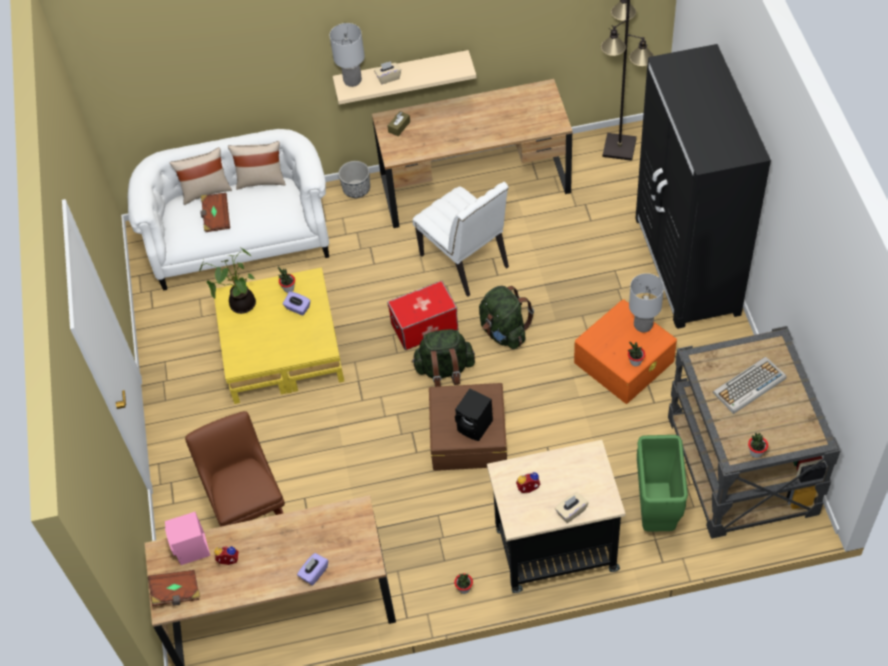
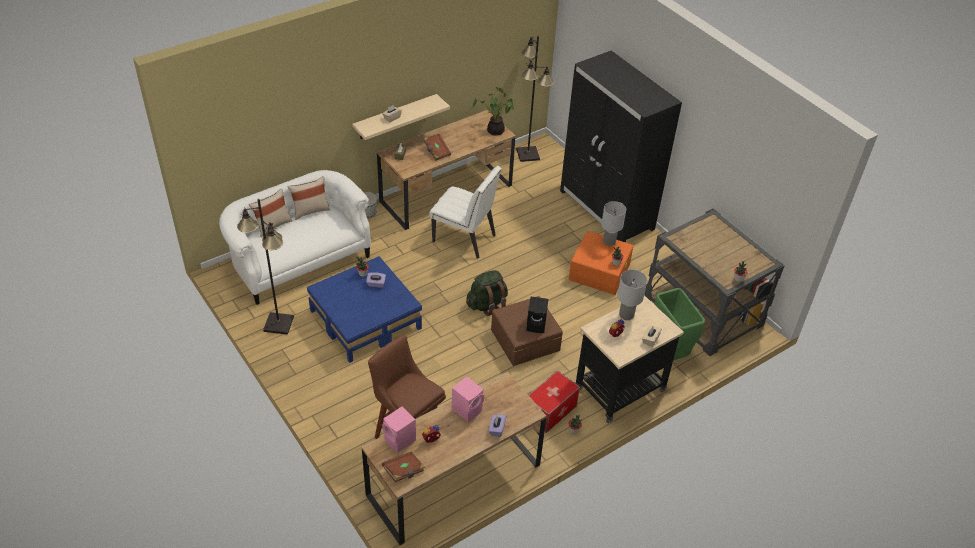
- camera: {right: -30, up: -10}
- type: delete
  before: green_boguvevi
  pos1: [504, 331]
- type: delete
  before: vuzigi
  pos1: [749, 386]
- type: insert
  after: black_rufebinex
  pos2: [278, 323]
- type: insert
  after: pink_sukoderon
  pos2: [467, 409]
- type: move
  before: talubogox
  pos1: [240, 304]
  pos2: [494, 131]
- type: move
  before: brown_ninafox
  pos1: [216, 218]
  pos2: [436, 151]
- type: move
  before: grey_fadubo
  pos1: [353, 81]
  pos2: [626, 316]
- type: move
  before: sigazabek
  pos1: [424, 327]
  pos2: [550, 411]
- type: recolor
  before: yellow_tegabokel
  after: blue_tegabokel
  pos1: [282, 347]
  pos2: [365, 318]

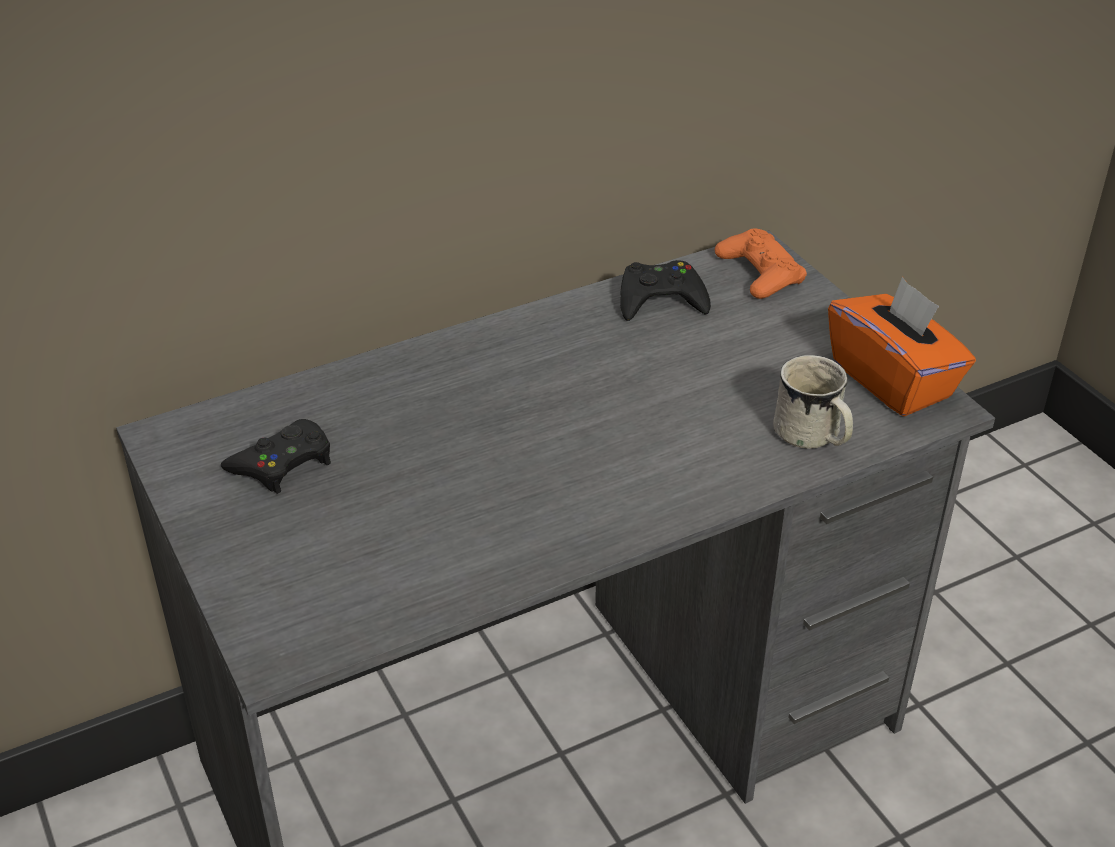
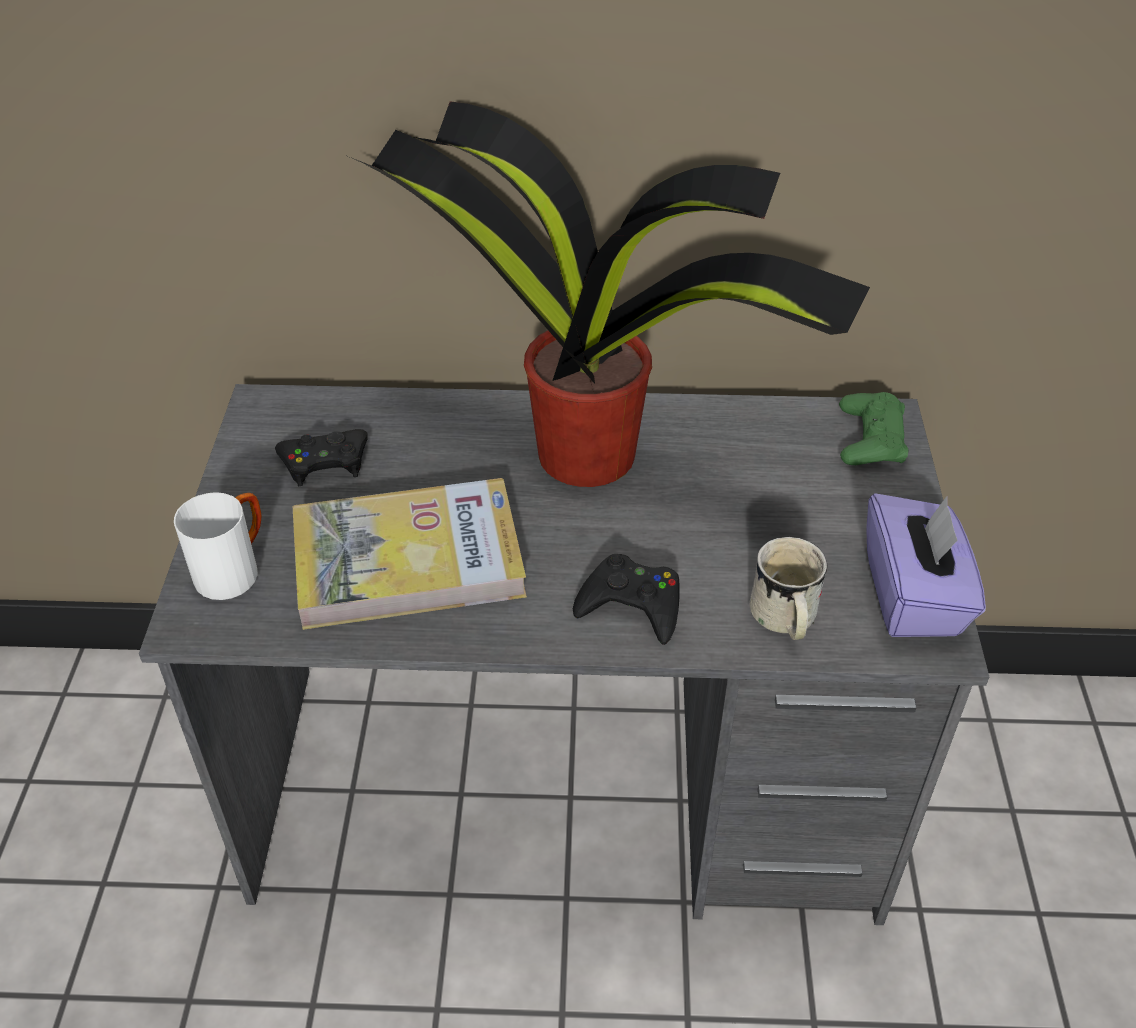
- camera: {right: 30, up: 5}
- type: insert
  after: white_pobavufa
  pos2: [235, 569]
- type: insert
  after: ninafox
  pos2: [408, 560]
- type: insert
  after: talubogox
  pos2: [592, 456]
- type: move
  before: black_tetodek
  pos1: [660, 300]
  pos2: [632, 605]
- type: recolor
  before: orange_tetodek
  after: green_tetodek
  pos1: [759, 272]
  pos2: [870, 438]
- type: recolor
  before: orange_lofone
  after: purple_lofone
  pos1: [893, 380]
  pos2: [913, 595]

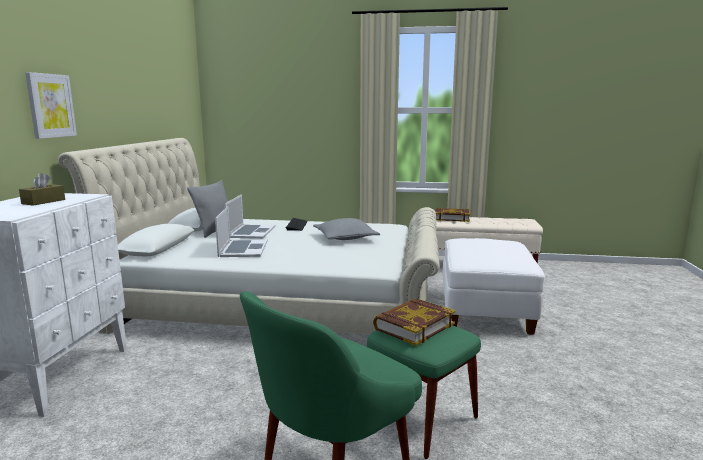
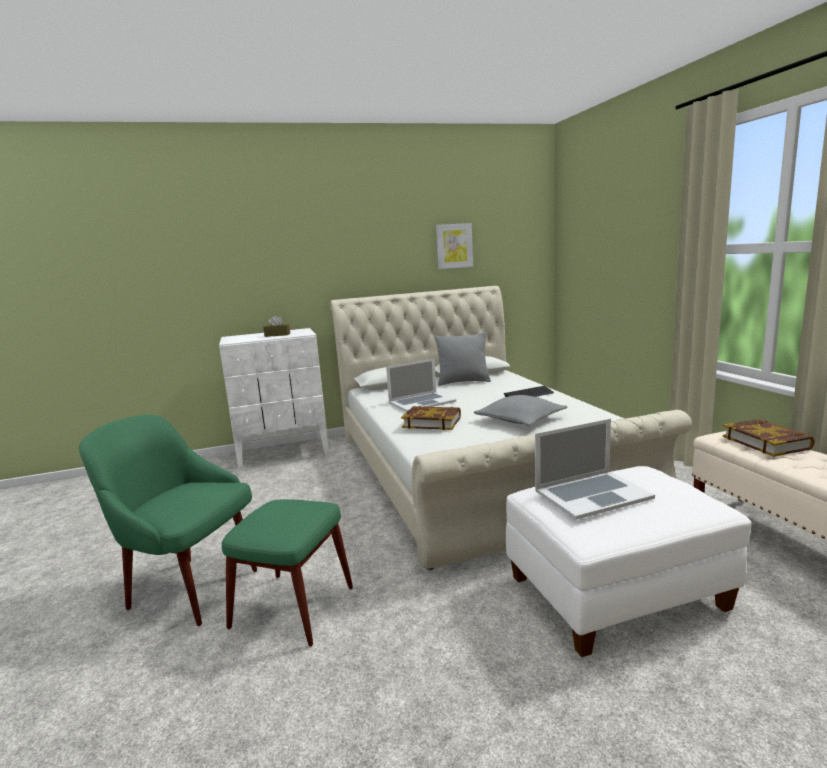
- camera: {right: 65, up: 0}
- type: move
  before: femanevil
  pos1: [50, 105]
  pos2: [454, 246]
- type: move
  before: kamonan
  pos1: [251, 232]
  pos2: [592, 494]
- type: move
  before: ninafox
  pos1: [414, 326]
  pos2: [432, 422]

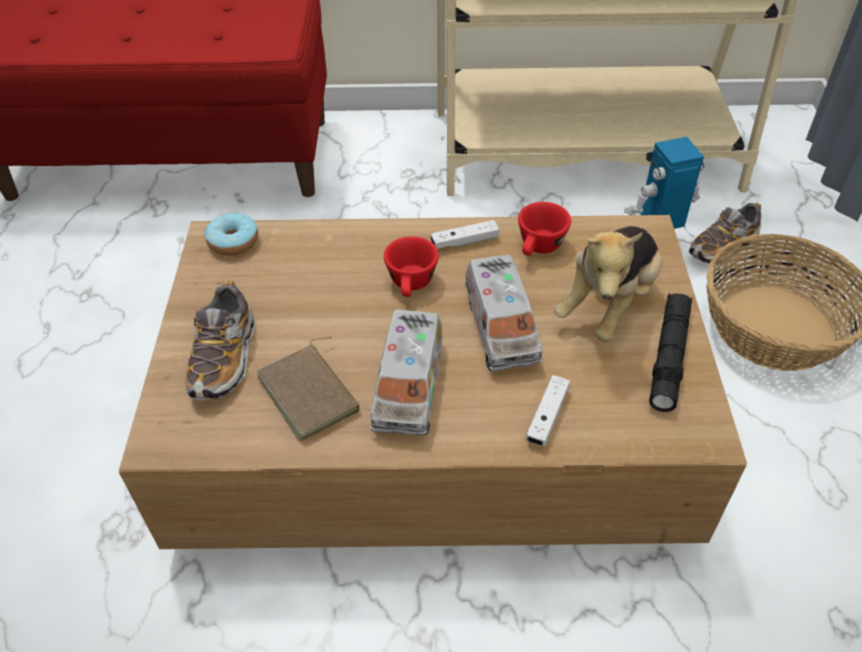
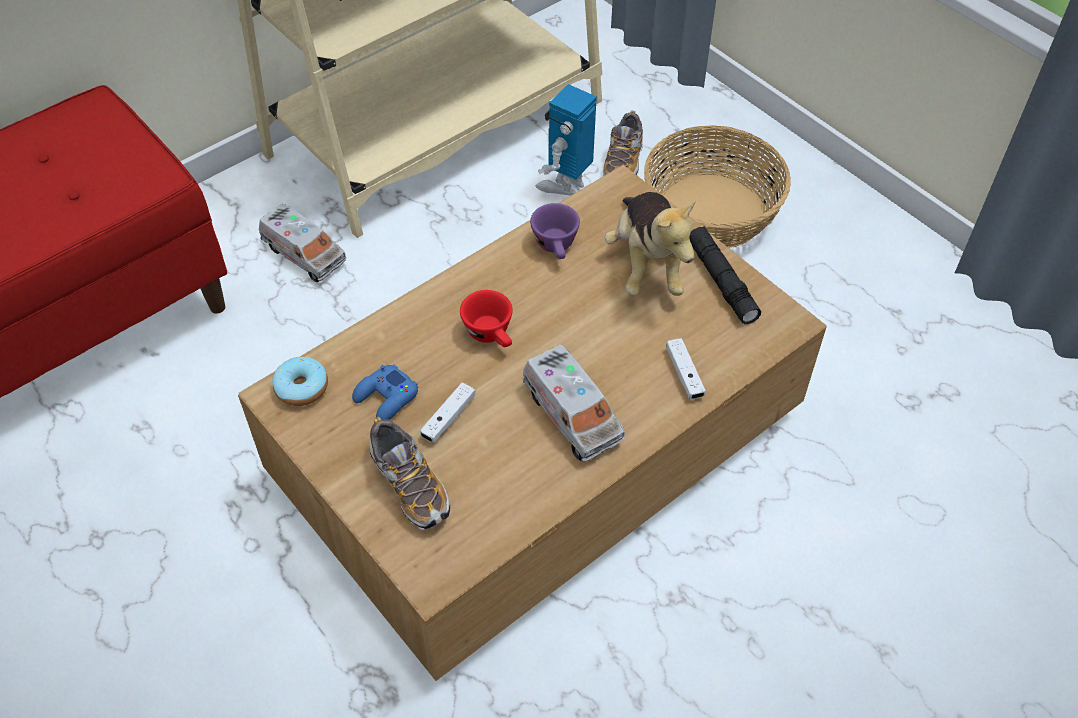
- camera: {right: -40, up: 5}
- type: delete
  before: brown_ninafox
  pos1: [311, 393]
- type: insert
  after: blue_tetodek
  pos2: [386, 398]
- type: move
  before: white_tetodek
  pos1: [464, 241]
  pos2: [448, 418]
- type: move
  before: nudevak
  pos1: [501, 328]
  pos2: [304, 254]
- type: recolor
  before: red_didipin
  after: purple_didipin
  pos1: [539, 248]
  pos2: [556, 247]

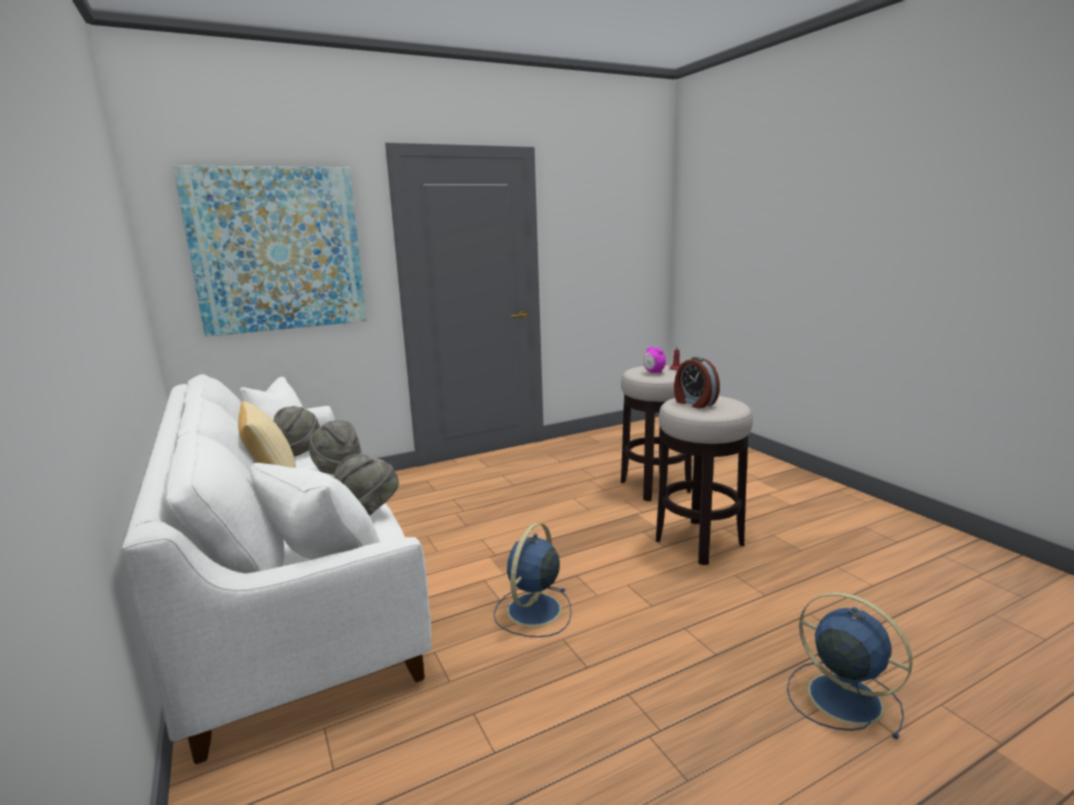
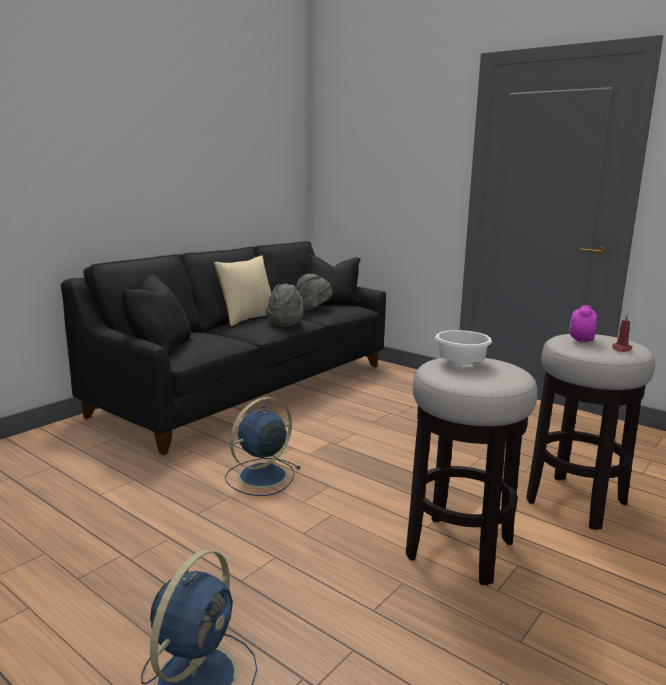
- camera: {right: 65, up: 0}
- type: delete
  before: femanevil
  pos1: [278, 250]
- type: delete
  before: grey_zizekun
  pos1: [368, 511]
- type: replace
  before: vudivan
  after: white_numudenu
  pos1: [694, 403]
  pos2: [462, 363]
- type: recolor
  before: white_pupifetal
  after: black_pupifetal
  pos1: [290, 581]
  pos2: [249, 389]
- type: rotate
  before: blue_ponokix
  pos1: [533, 611]
  pos2: [260, 476]
  turn: -45

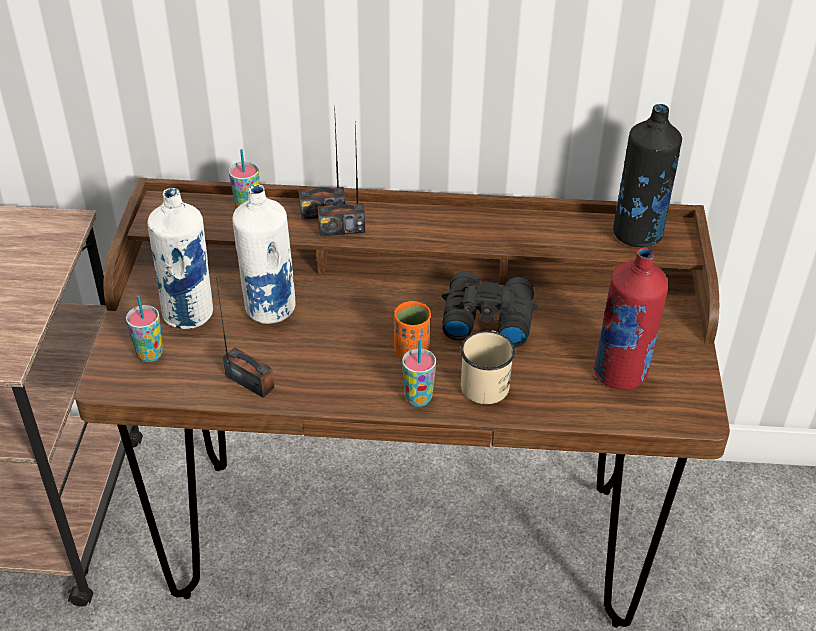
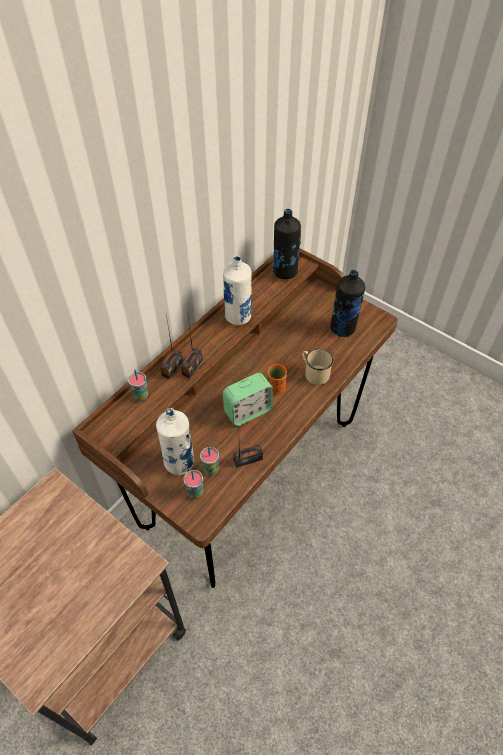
- camera: {right: -55, up: 10}
- type: delete
  before: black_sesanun
  pos1: [486, 317]
- type: insert
  after: vudivan
  pos2: [248, 411]
- type: move
  before: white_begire
  pos1: [269, 309]
  pos2: [238, 317]
- type: move
  before: didipin
  pos1: [418, 398]
  pos2: [211, 470]
- type: recolor
  before: red_begire
  after: black_begire
  pos1: [620, 374]
  pos2: [343, 328]

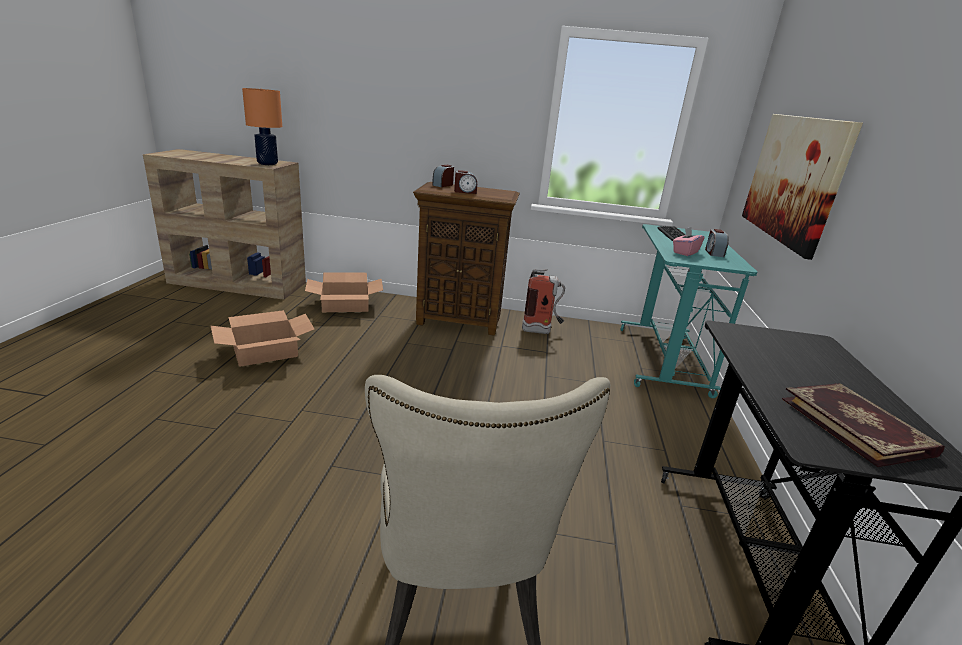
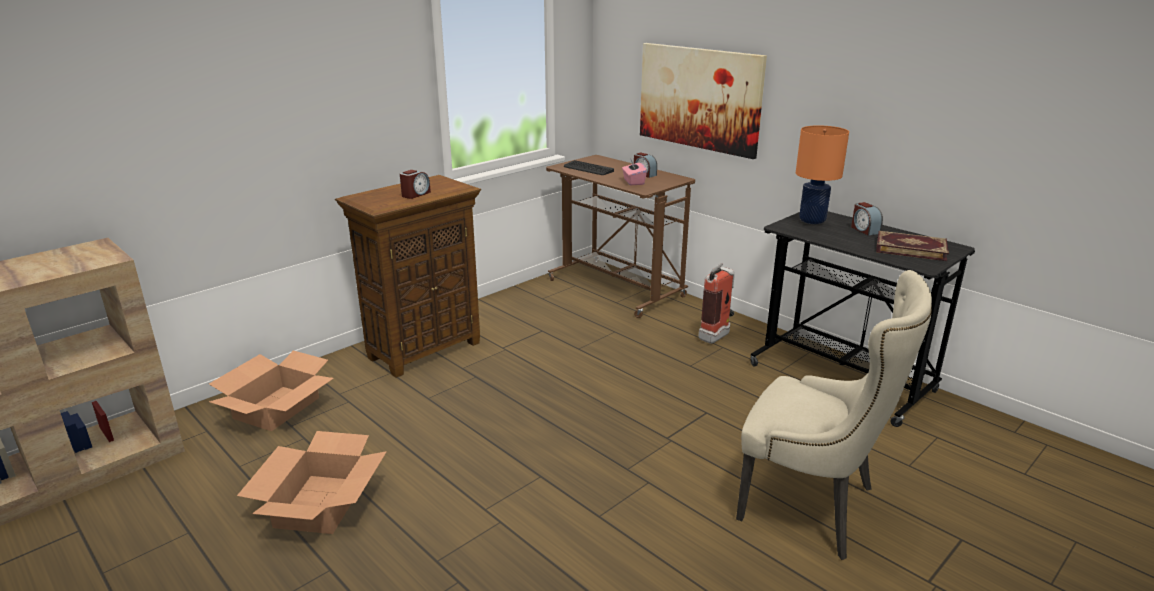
- camera: {right: -50, up: 0}
- type: move
  before: orange_fadubo
  pos1: [268, 164]
  pos2: [812, 222]
- type: move
  before: vudivan
  pos1: [443, 185]
  pos2: [864, 230]
- type: move
  before: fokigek
  pos1: [541, 331]
  pos2: [717, 334]
- type: recolor
  before: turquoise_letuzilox
  after: brown_letuzilox
  pos1: [662, 360]
  pos2: [616, 288]

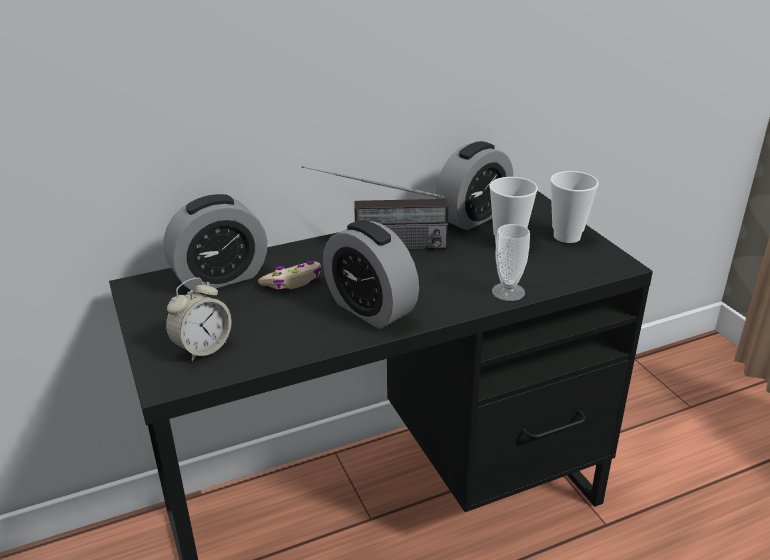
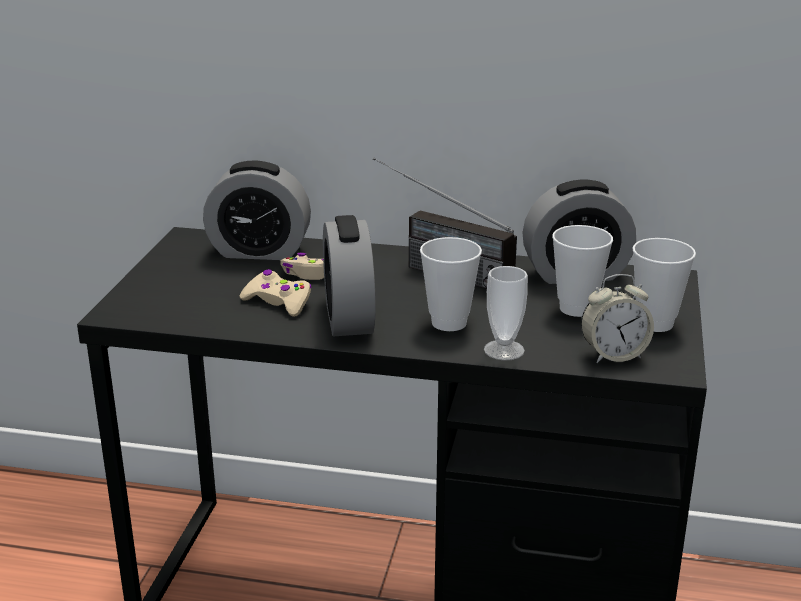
- camera: {right: 35, up: -5}
- type: insert
  after: beige_tetodek
  pos2: [278, 302]
- type: insert
  after: didipin
  pos2: [449, 323]
- type: move
  before: vudivan
  pos1: [202, 348]
  pos2: [613, 355]

